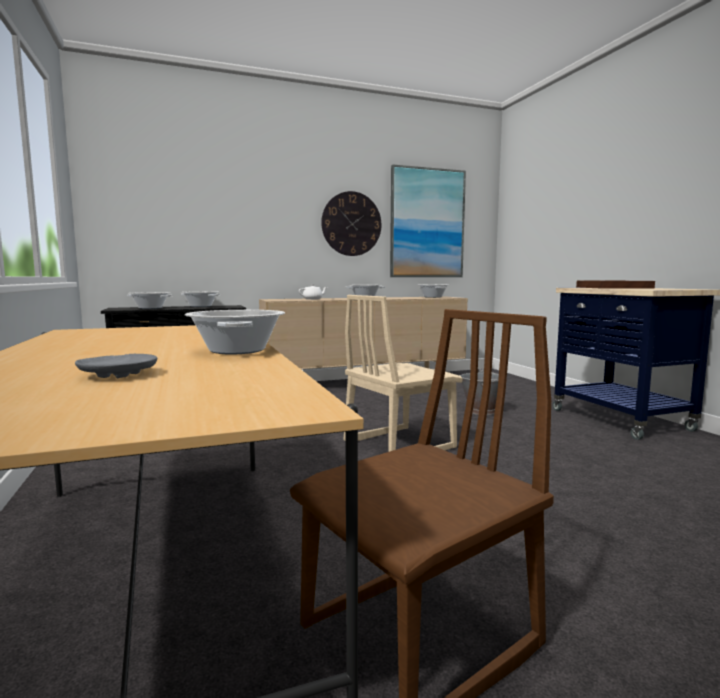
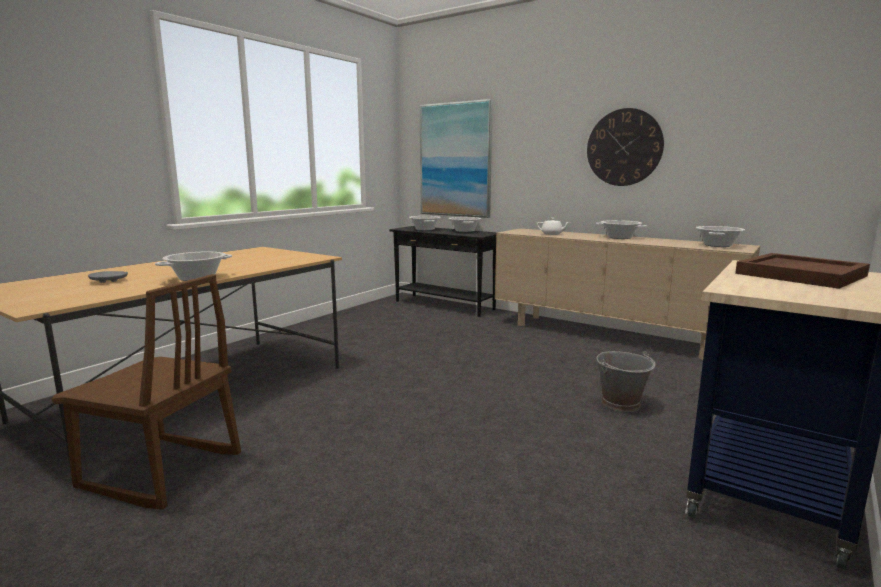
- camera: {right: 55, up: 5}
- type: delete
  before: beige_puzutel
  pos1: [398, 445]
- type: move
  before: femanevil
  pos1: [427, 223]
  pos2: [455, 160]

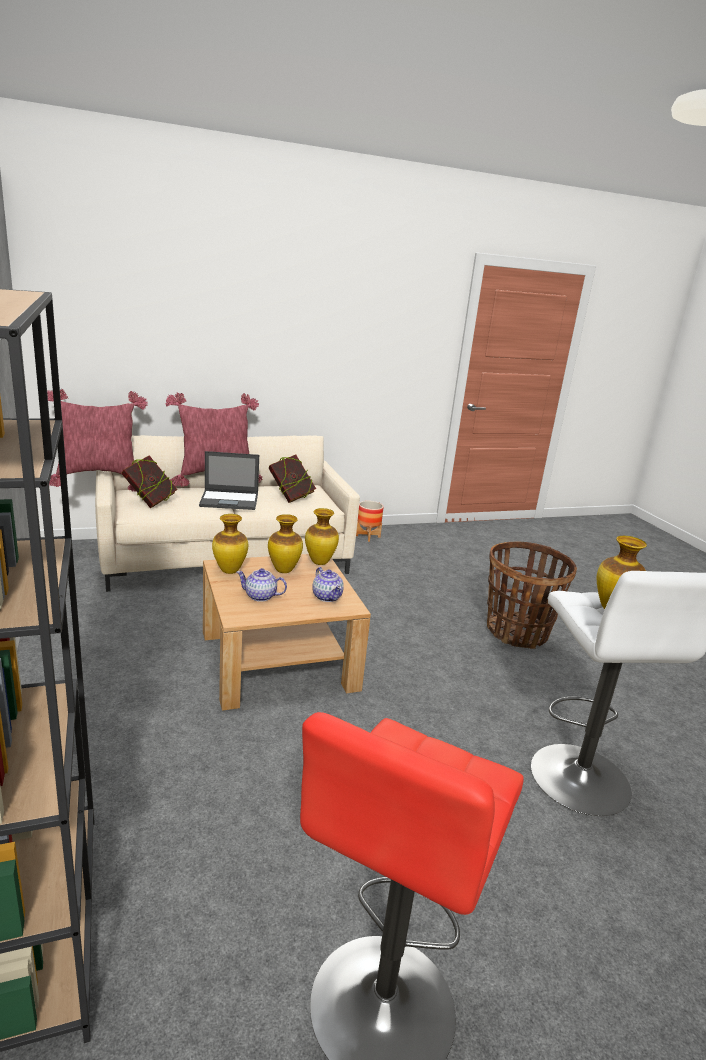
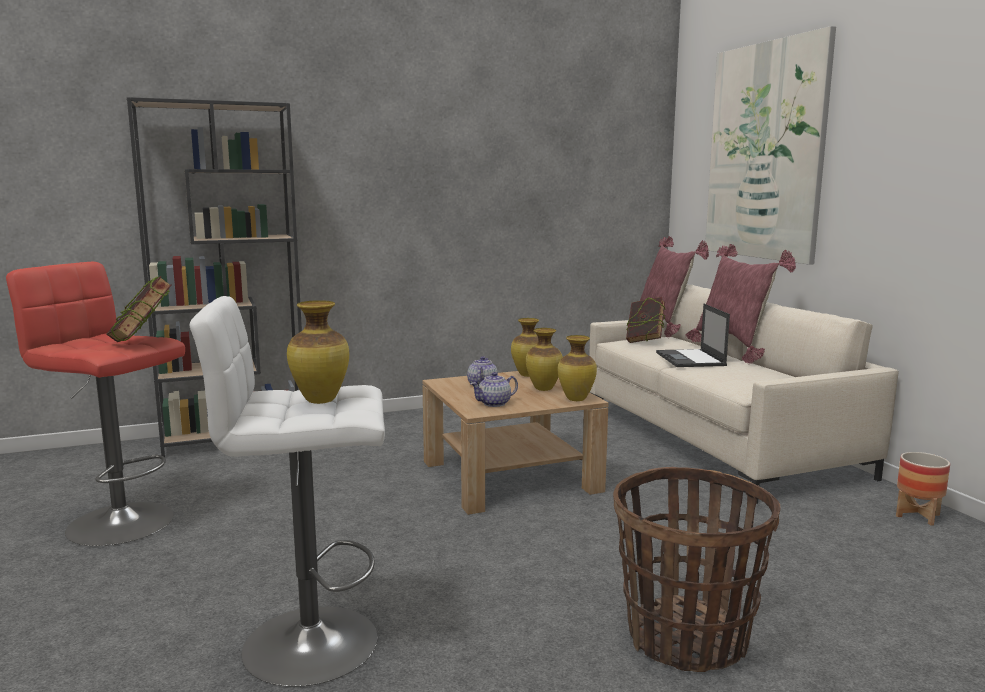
- camera: {right: 90, up: -10}
- type: insert
  after: femanevil
  pos2: [765, 152]
- type: move
  before: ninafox
  pos1: [291, 498]
  pos2: [142, 342]

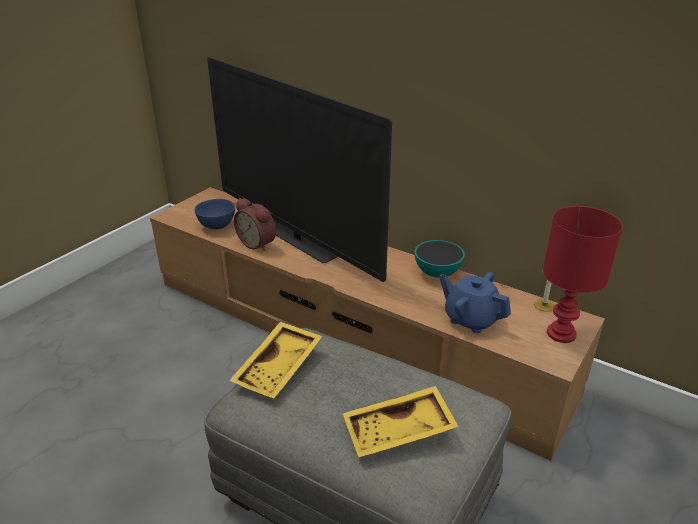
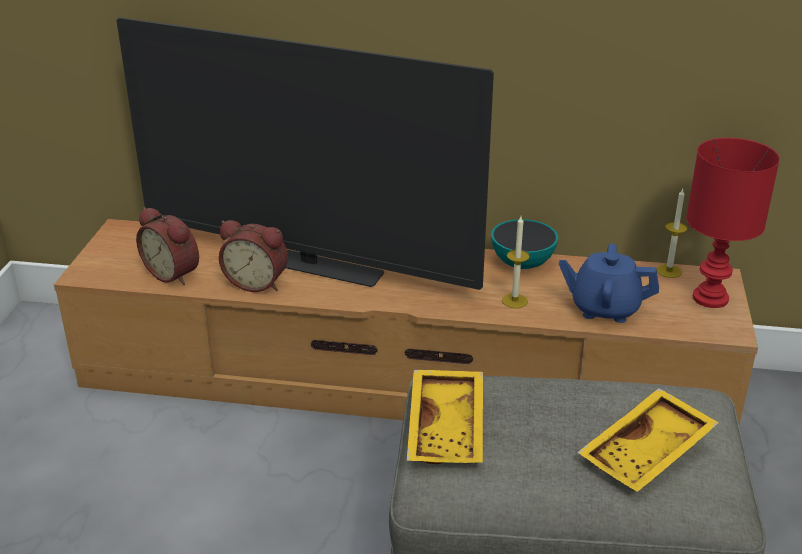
- camera: {right: -25, up: 0}
- type: insert
  after: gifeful
  pos2: [514, 301]
- type: replace
  before: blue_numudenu
  after: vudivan
  pos1: [217, 226]
  pos2: [174, 273]

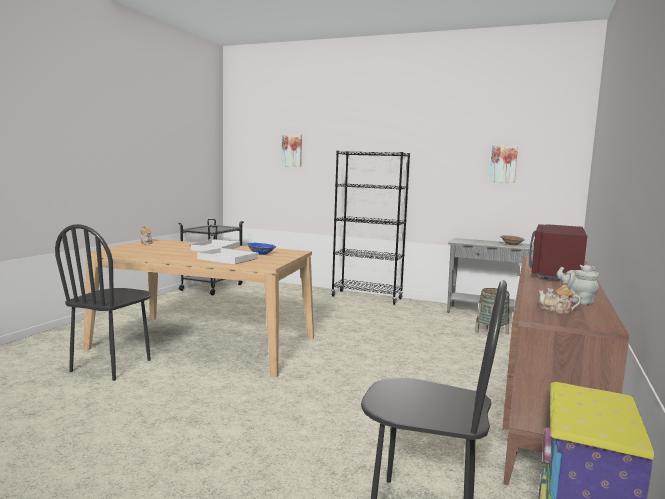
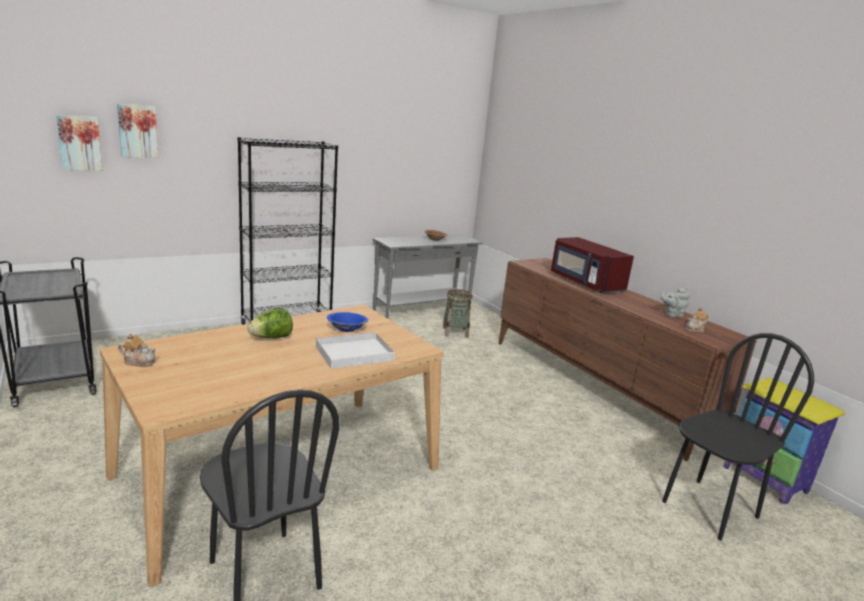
- camera: {right: -55, up: 10}
- type: move
  before: femanevil
  pos1: [503, 163]
  pos2: [80, 143]
- type: replace
  before: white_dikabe
  after: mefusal
  pos1: [215, 248]
  pos2: [271, 338]

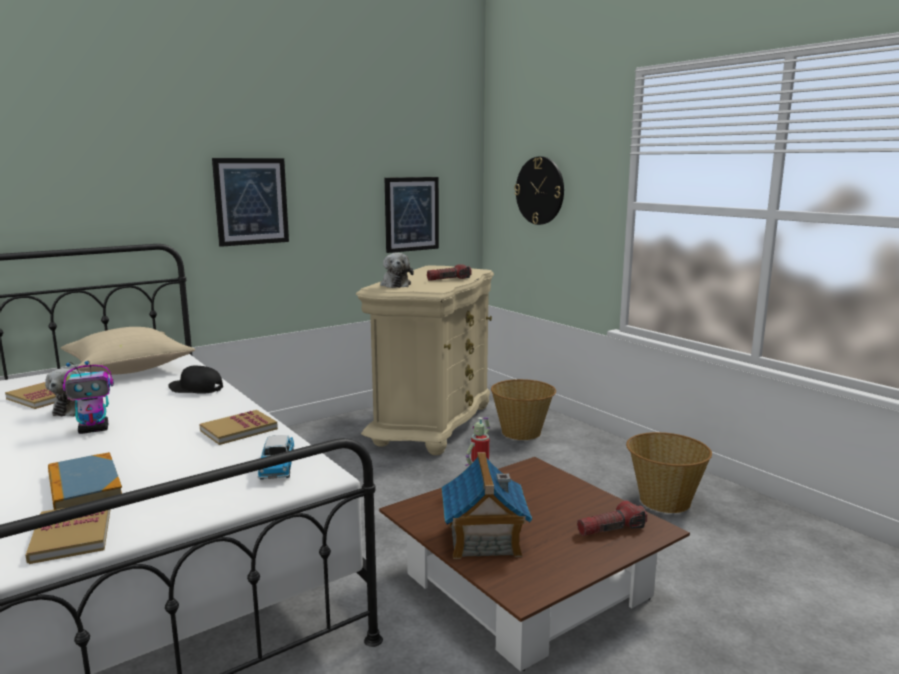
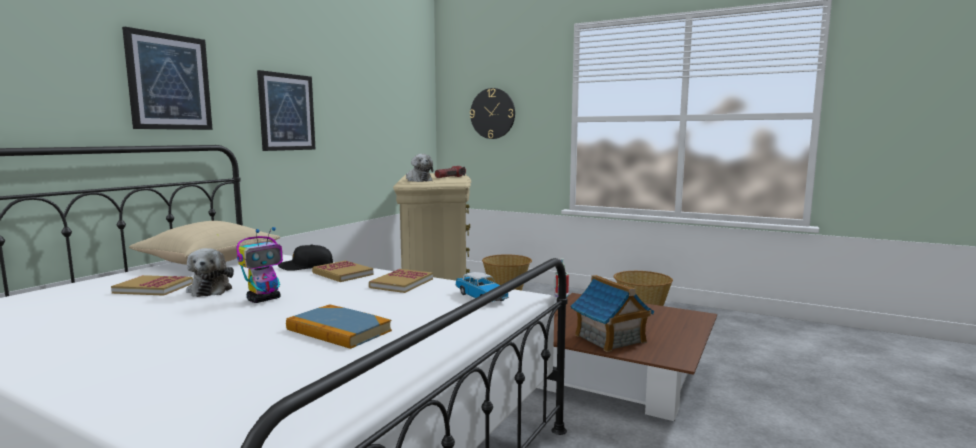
- camera: {right: -25, up: -5}
- type: delete
  before: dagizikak
  pos1: [611, 529]
- type: move
  before: ninafox
  pos1: [71, 535]
  pos2: [342, 274]
- type: move
  before: femanevil
  pos1: [411, 214]
  pos2: [169, 82]

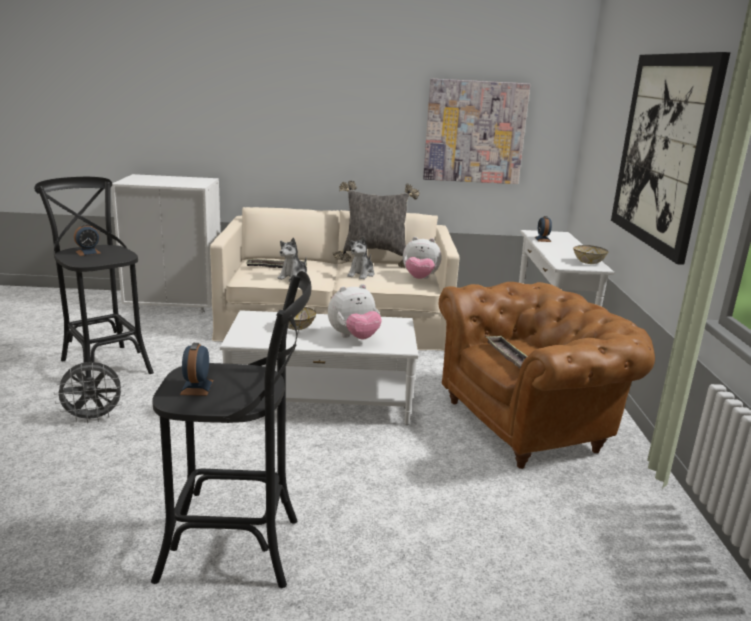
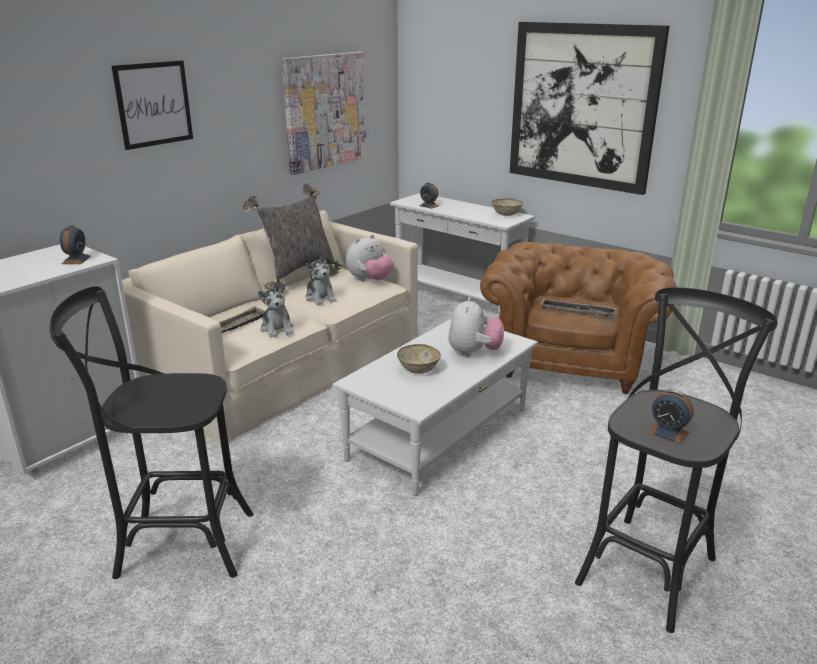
- camera: {right: -50, up: 5}
- type: delete
  before: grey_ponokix
  pos1: [93, 418]
- type: insert
  after: femanevil
  pos2: [154, 104]
- type: move
  before: vudivan
  pos1: [88, 252]
  pos2: [76, 260]

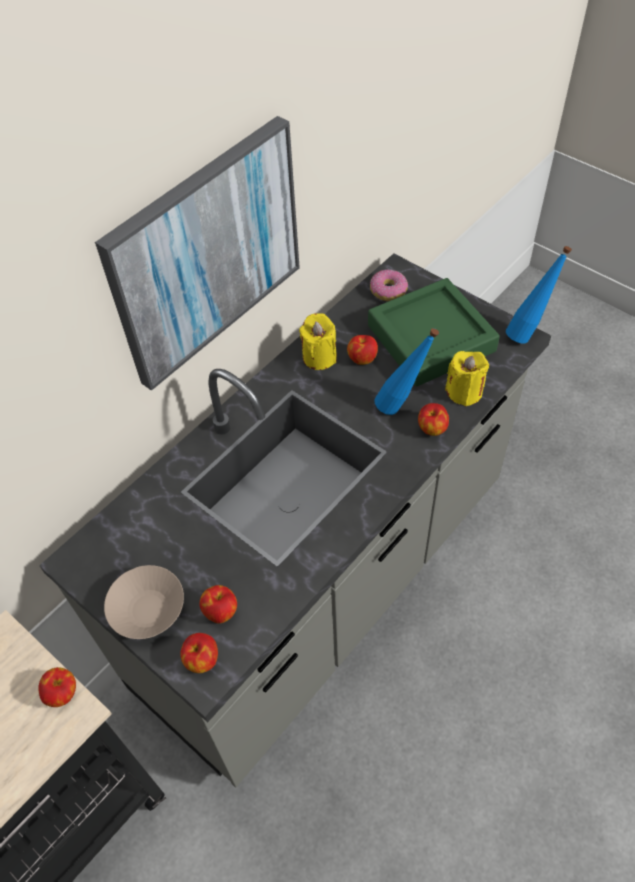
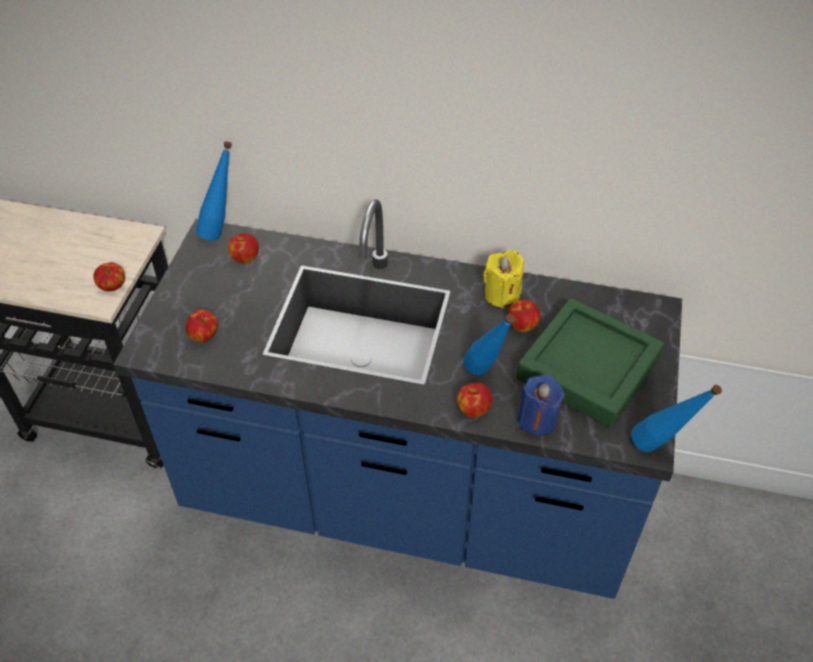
- camera: {right: 60, up: -5}
- type: delete
  before: femanevil
  pos1: [207, 253]
- type: delete
  before: beige_numudenu
  pos1: [148, 609]
- type: delete
  before: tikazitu
  pos1: [388, 290]
- type: insert
  after: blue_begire
  pos2: [222, 230]
- type: move
  before: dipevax
  pos1: [202, 660]
  pos2: [245, 258]
- type: recolor
  before: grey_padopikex
  after: blue_padopikex
  pos1: [326, 586]
  pos2: [406, 501]
- type: recolor
  before: yellow_gifeful
  after: blue_gifeful
  pos1: [464, 391]
  pos2: [537, 419]

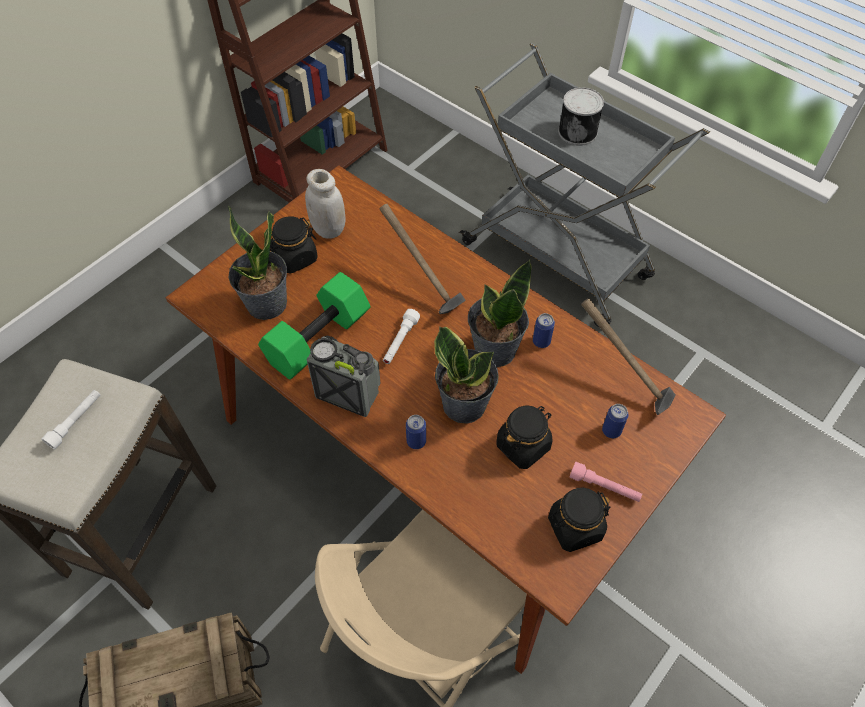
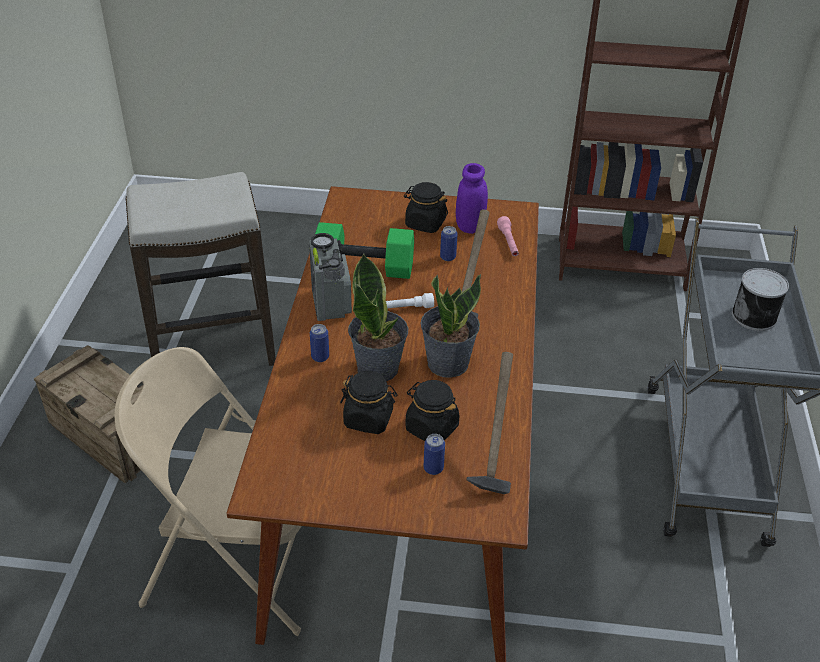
- camera: {right: 55, up: -15}
- type: delete
  before: white_dagizikak
  pos1: [76, 422]
- type: delete
  before: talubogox
  pos1: [266, 304]
- type: move
  before: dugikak
  pos1: [541, 341]
  pos2: [448, 257]
- type: move
  before: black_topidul
  pos1: [574, 527]
  pos2: [431, 428]
- type: move
  before: pink_dagizikak
  pos1: [604, 487]
  pos2: [508, 242]
- type: recolor
  before: white_topidul
  after: purple_topidul
  pos1: [328, 229]
  pos2: [470, 226]

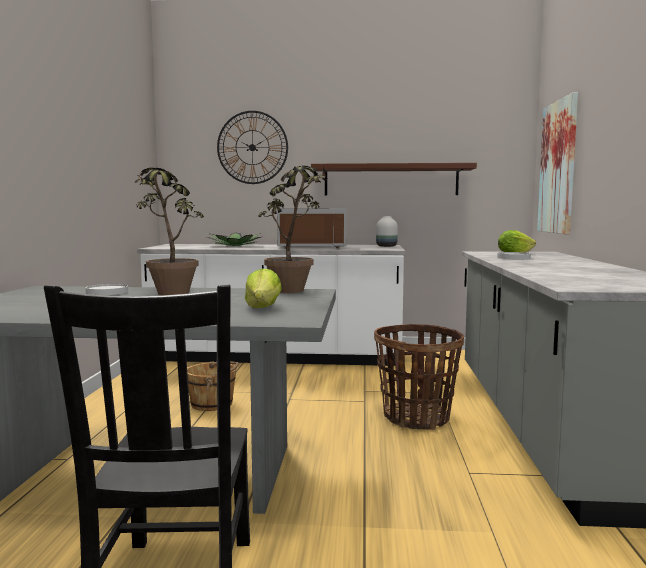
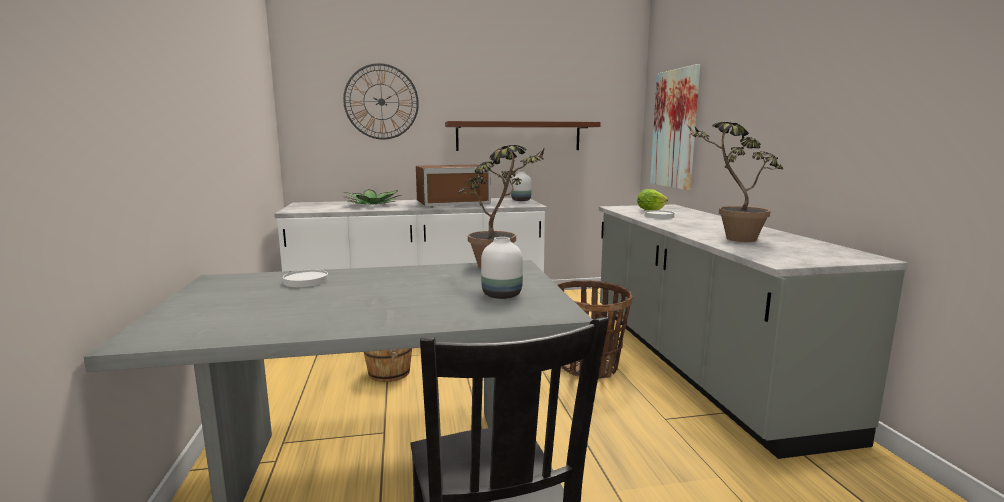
- camera: {right: -15, up: 5}
- type: move
  before: talubogox
  pos1: [168, 292]
  pos2: [729, 238]
- type: replace
  before: mefusal
  after: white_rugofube
  pos1: [263, 307]
  pos2: [502, 295]

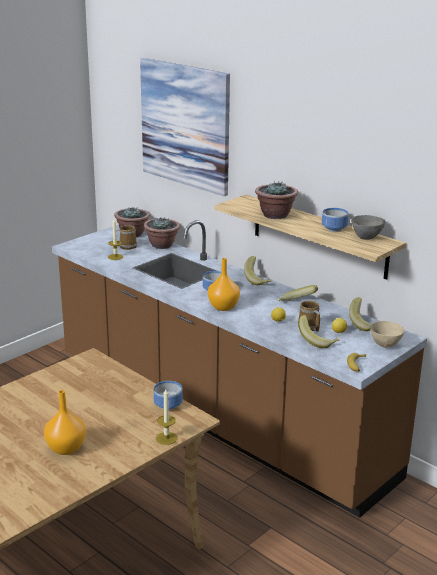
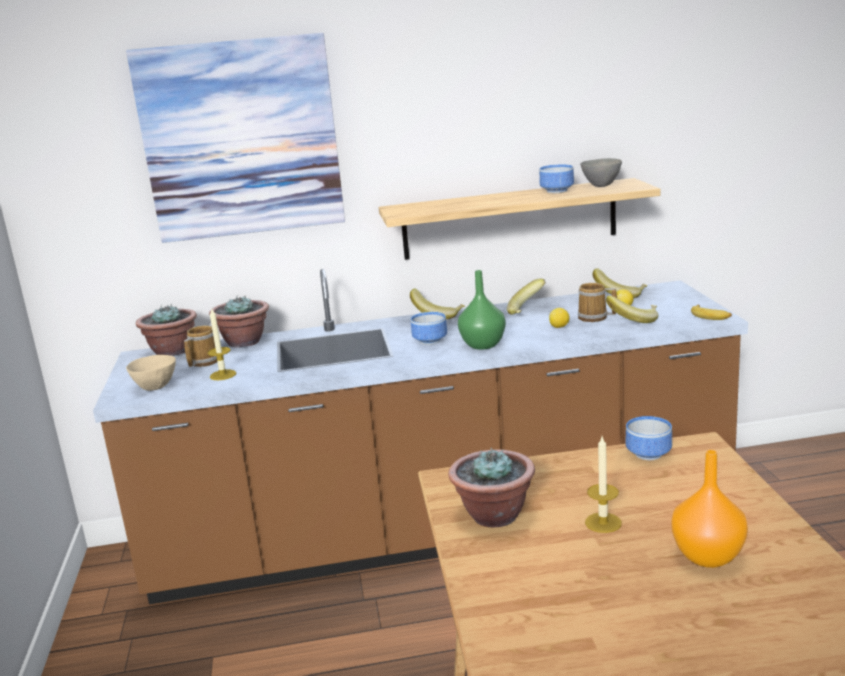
- camera: {right: -50, up: -5}
- type: move
  before: gifeful
  pos1: [166, 438]
  pos2: [603, 522]
- type: move
  before: talubogox
  pos1: [275, 215]
  pos2: [493, 515]
- type: move
  before: beige_numudenu
  pos1: [385, 345]
  pos2: [156, 387]
- type: recolor
  before: orange_rugofube
  after: green_rugofube
  pos1: [224, 307]
  pos2: [483, 345]

